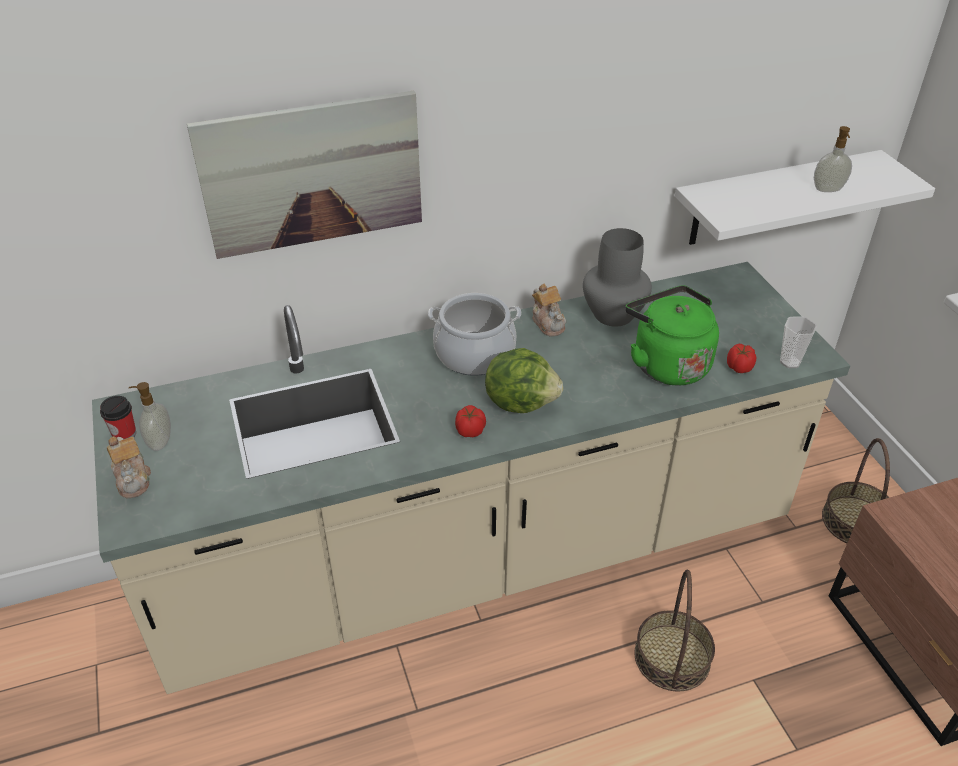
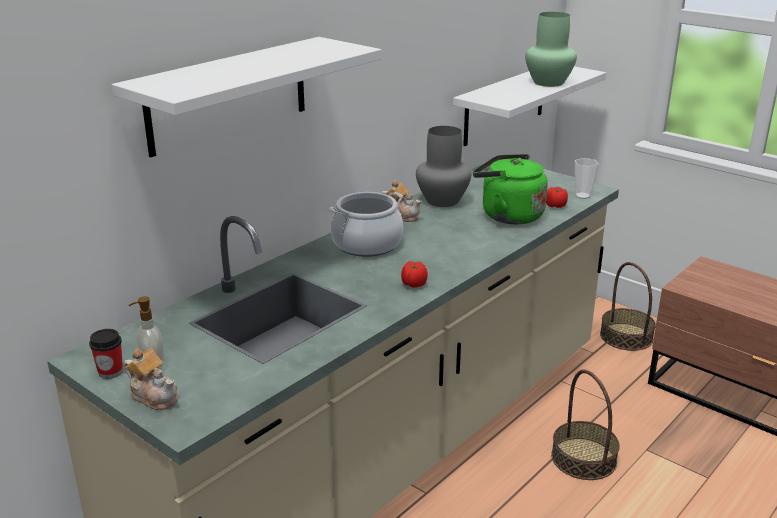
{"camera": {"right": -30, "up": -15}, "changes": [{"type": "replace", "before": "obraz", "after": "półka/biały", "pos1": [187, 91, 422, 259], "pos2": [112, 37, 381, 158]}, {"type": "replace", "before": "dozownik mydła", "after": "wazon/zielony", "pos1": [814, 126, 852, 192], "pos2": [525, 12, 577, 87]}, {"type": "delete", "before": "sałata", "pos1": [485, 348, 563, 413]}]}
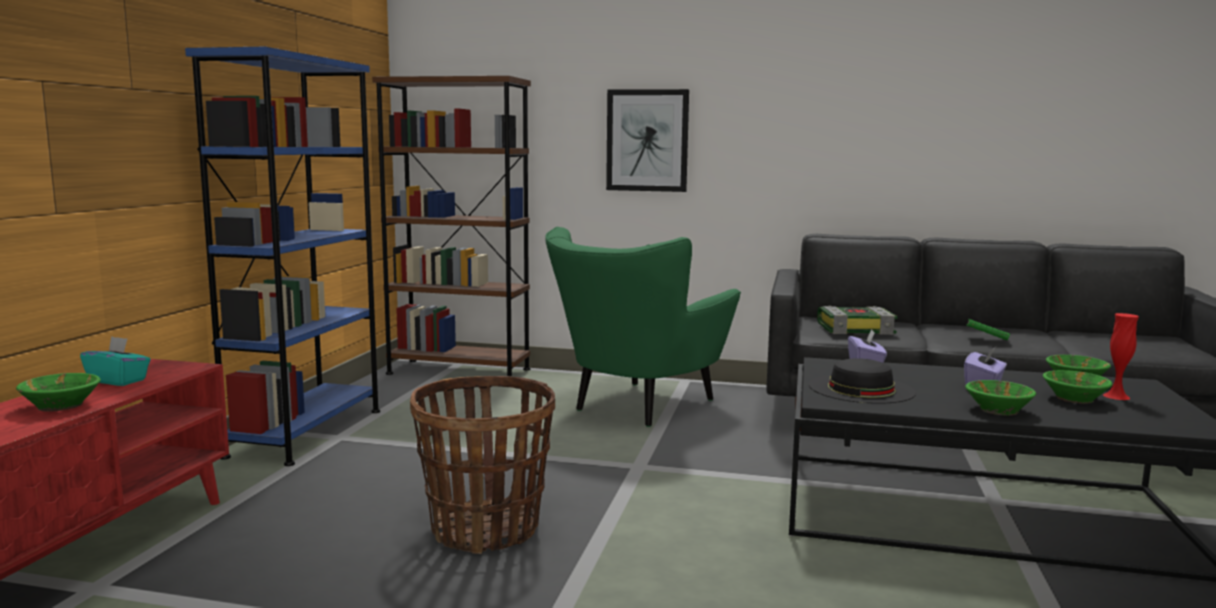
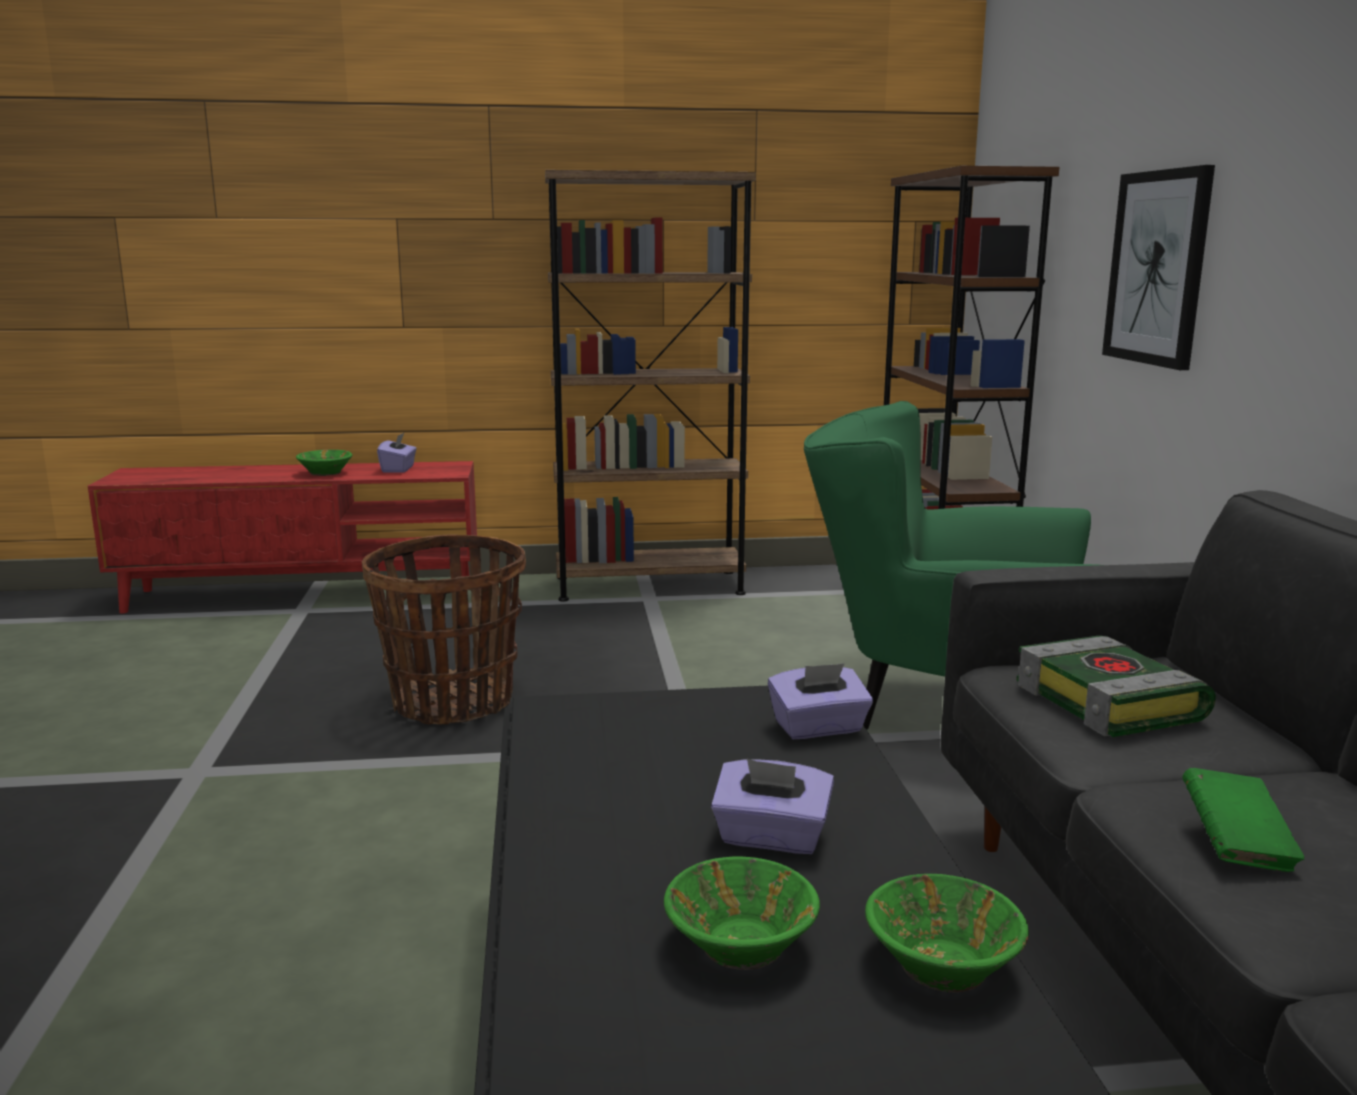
{"camera": {"right": 70, "up": 5}, "changes": [{"type": "recolor", "before": "regał/niebieski", "after": "regał/brązowy", "pos1": [185, 47, 380, 466], "pos2": [545, 170, 756, 601]}, {"type": "delete", "before": "wazon/czerwony", "pos1": [1103, 313, 1139, 400]}, {"type": "recolor", "before": "pudełko chusteczek/turkusowy", "after": "pudełko chusteczek/fioletowy", "pos1": [80, 336, 151, 386], "pos2": [377, 433, 417, 473]}, {"type": "delete", "before": "kapelusz/czarny", "pos1": [809, 358, 916, 404]}, {"type": "delete", "before": "miska/zielony", "pos1": [965, 380, 1036, 415]}]}
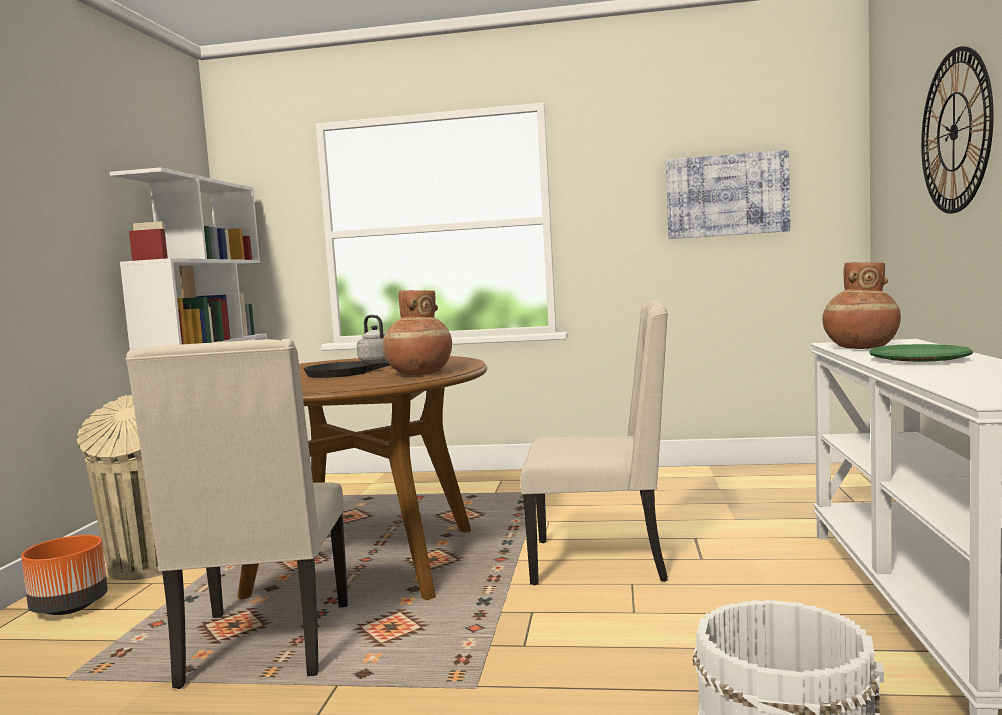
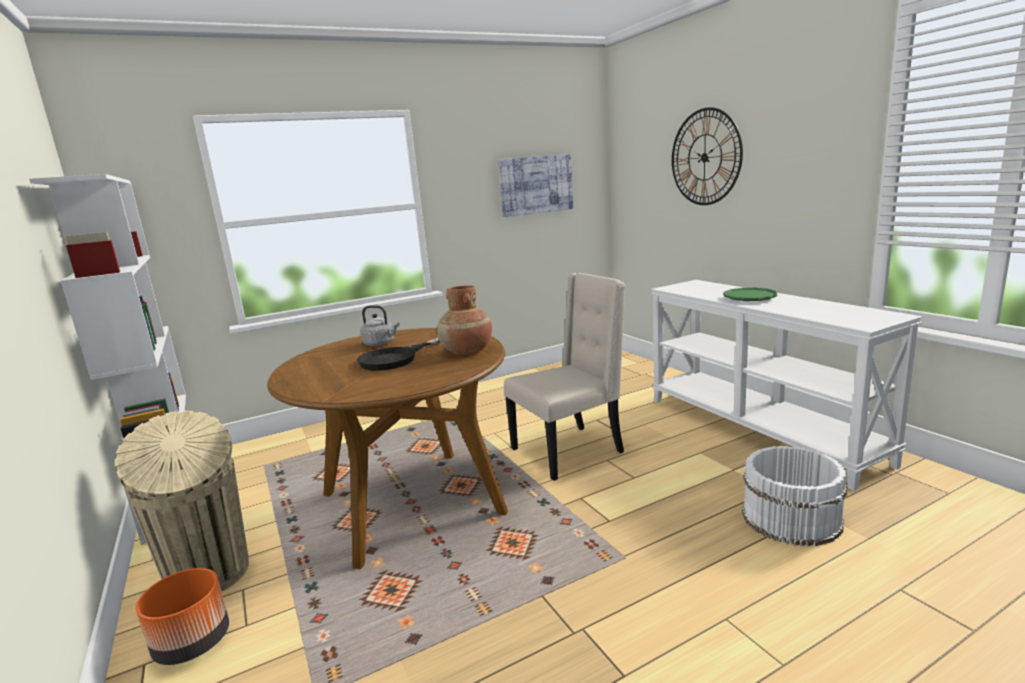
{"camera": {"right": -35, "up": 10}, "changes": [{"type": "delete", "before": "wazon/brązowy", "pos1": [822, 262, 901, 349]}, {"type": "delete", "before": "krzesło/beżowy", "pos1": [126, 339, 348, 689]}]}
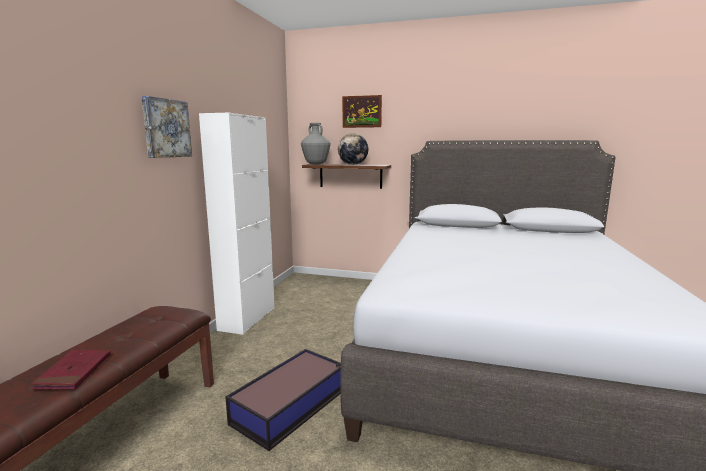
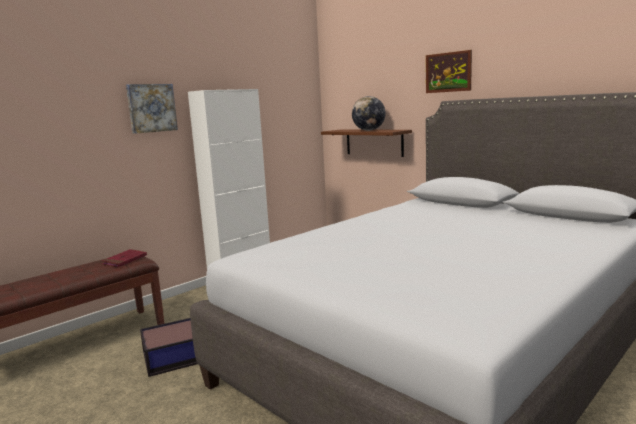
{"camera": {"right": 30, "up": 0}, "changes": [{"type": "move", "before": "obraz", "pos1": [342, 95, 382, 128], "pos2": [426, 50, 472, 93]}, {"type": "delete", "before": "wazon/szary", "pos1": [301, 123, 330, 165]}, {"type": "move", "before": "książka/czerwony", "pos1": [31, 350, 111, 390], "pos2": [102, 249, 147, 267]}]}
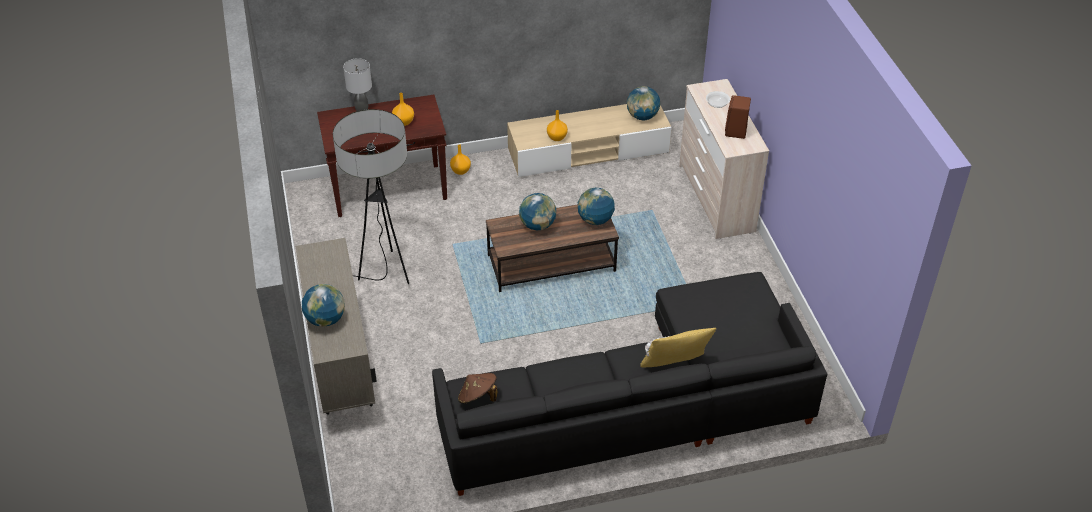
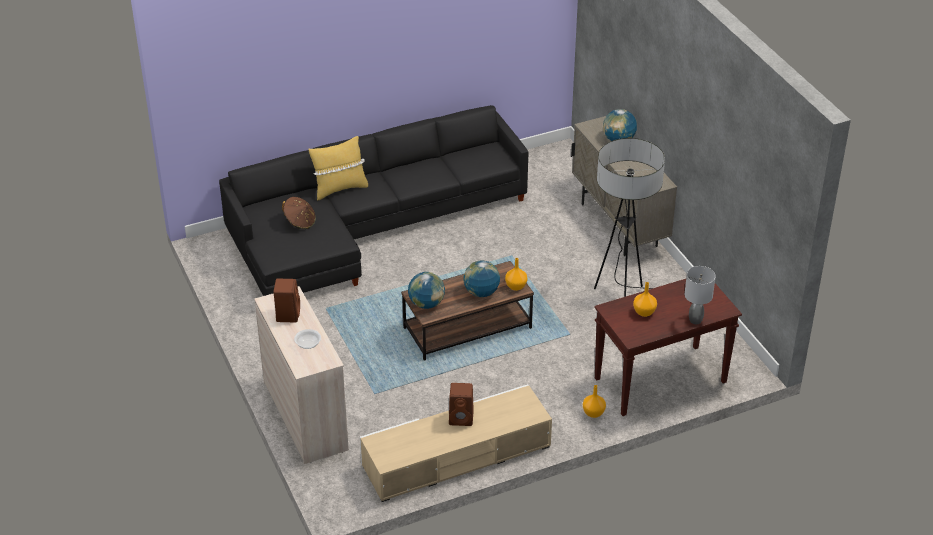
{"camera": {"right": 170, "up": -5}, "changes": [{"type": "delete", "before": "globus", "pos1": [627, 86, 660, 120]}, {"type": "move", "before": "wazon/pomarańczowy", "pos1": [547, 110, 568, 141], "pos2": [505, 258, 527, 291]}, {"type": "move", "before": "kapelusz/brązowy", "pos1": [458, 373, 497, 404], "pos2": [282, 197, 316, 229]}, {"type": "insert", "after": "głośnik/brązowy", "pos2": [449, 383, 474, 426]}]}
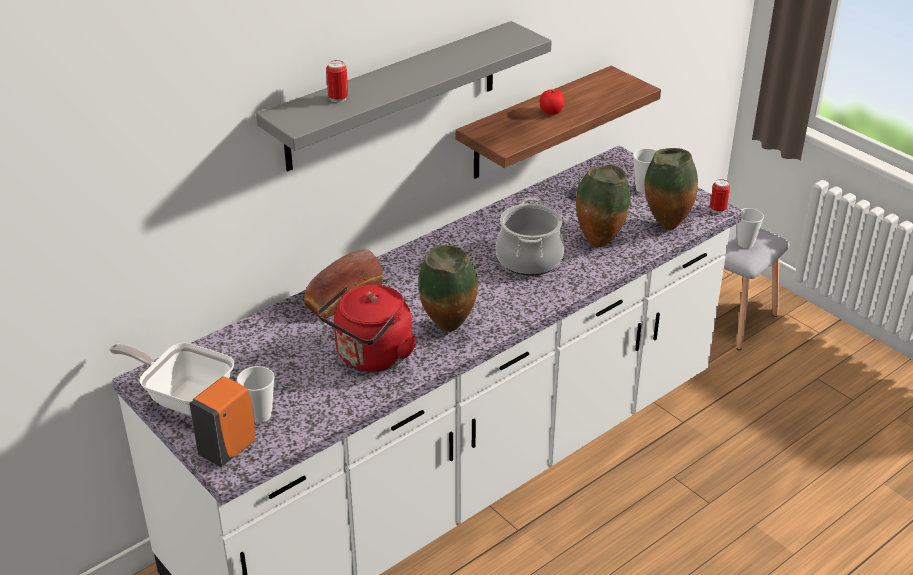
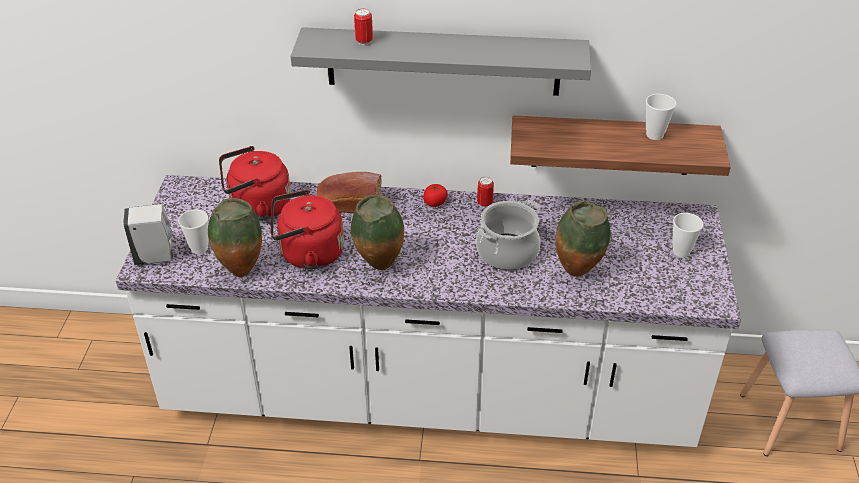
{"camera": {"right": 45, "up": 5}, "changes": [{"type": "move", "before": "pomidor", "pos1": [540, 90, 565, 115], "pos2": [423, 184, 448, 207]}, {"type": "move", "before": "wazon", "pos1": [644, 148, 698, 230], "pos2": [208, 198, 262, 277]}, {"type": "move", "before": "puszka", "pos1": [710, 179, 730, 213], "pos2": [477, 177, 494, 208]}, {"type": "move", "before": "filiżanka", "pos1": [738, 208, 764, 248], "pos2": [646, 94, 676, 140]}, {"type": "delete", "before": "patelnia", "pos1": [109, 343, 234, 416]}, {"type": "recolor", "before": "dozownik mydła/pomarańczowy", "after": "dozownik mydła/biały", "pos1": [189, 376, 255, 467], "pos2": [123, 204, 173, 265]}, {"type": "insert", "after": "czajnik/czerwony", "pos2": [219, 146, 291, 221]}]}
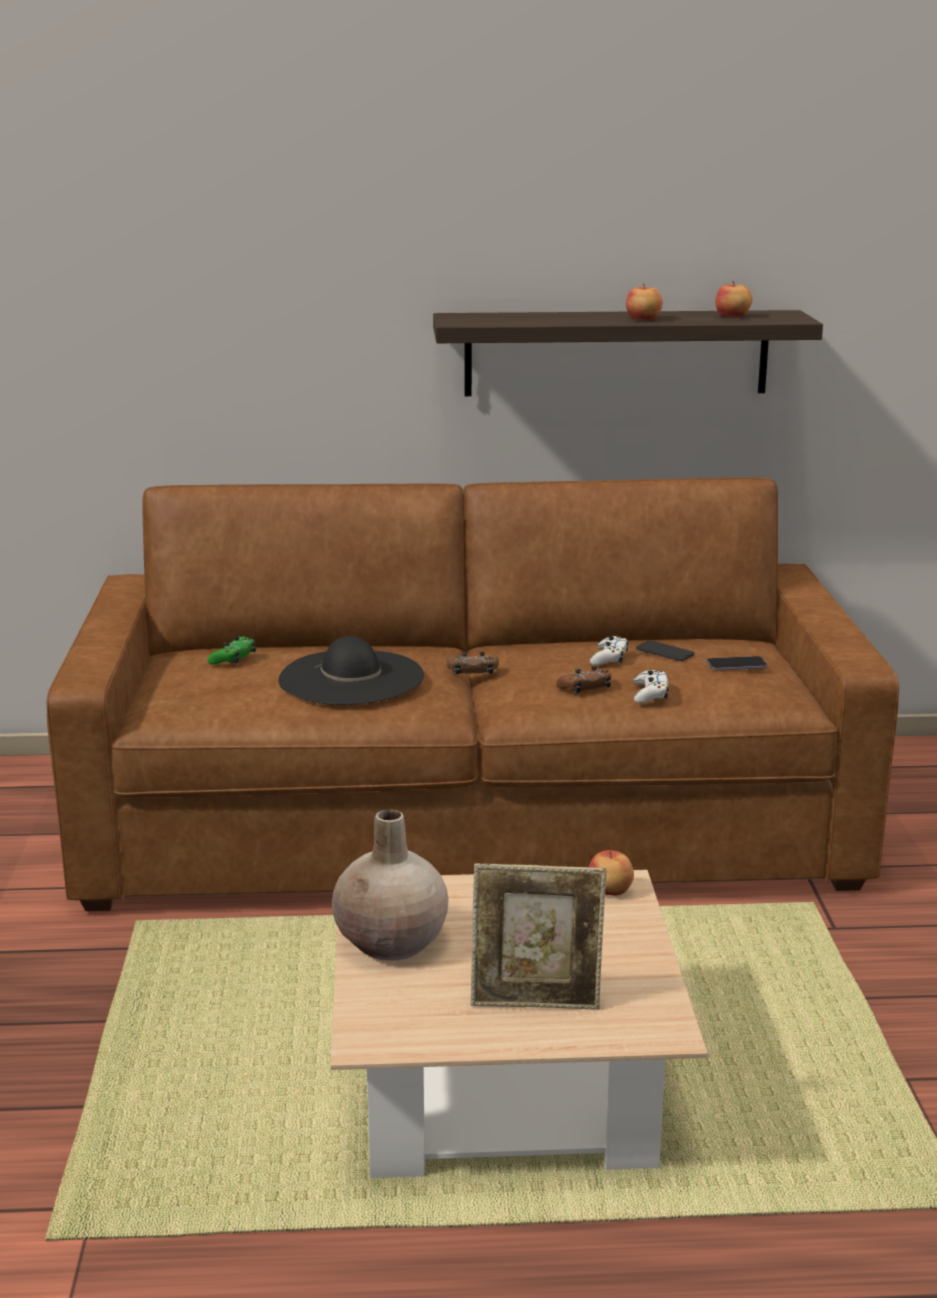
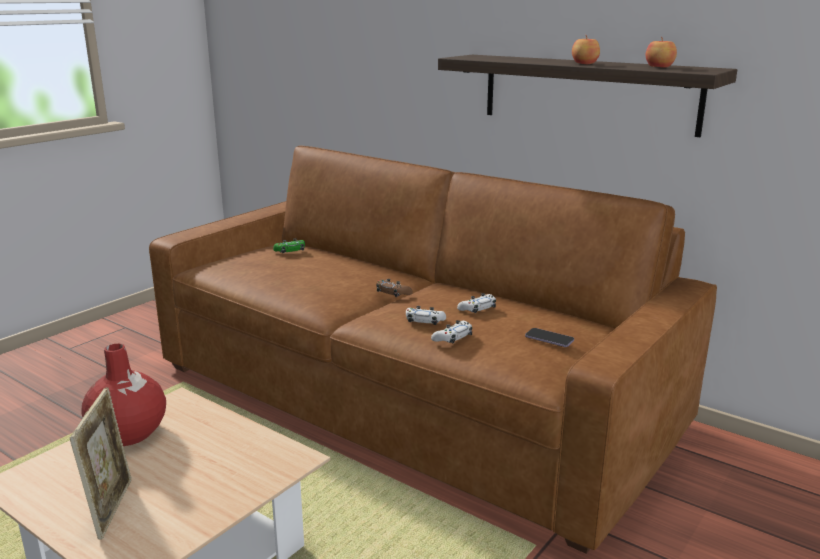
{"camera": {"right": 40, "up": 0}, "changes": [{"type": "delete", "before": "kapelusz/czarny", "pos1": [279, 636, 424, 705]}, {"type": "delete", "before": "telefon", "pos1": [636, 641, 695, 661]}, {"type": "recolor", "before": "pad do gier/brązowy", "after": "pad do gier/biały", "pos1": [556, 666, 611, 693], "pos2": [406, 306, 446, 325]}, {"type": "recolor", "before": "wazon/beżowy", "after": "wazon/czerwony", "pos1": [332, 809, 449, 960], "pos2": [81, 344, 166, 446]}, {"type": "delete", "before": "jabłko", "pos1": [589, 850, 634, 896]}, {"type": "rotate", "before": "ramka na zdjęcie", "pos1": [471, 863, 607, 1010], "pos2": [70, 387, 132, 540], "turn": -135}]}
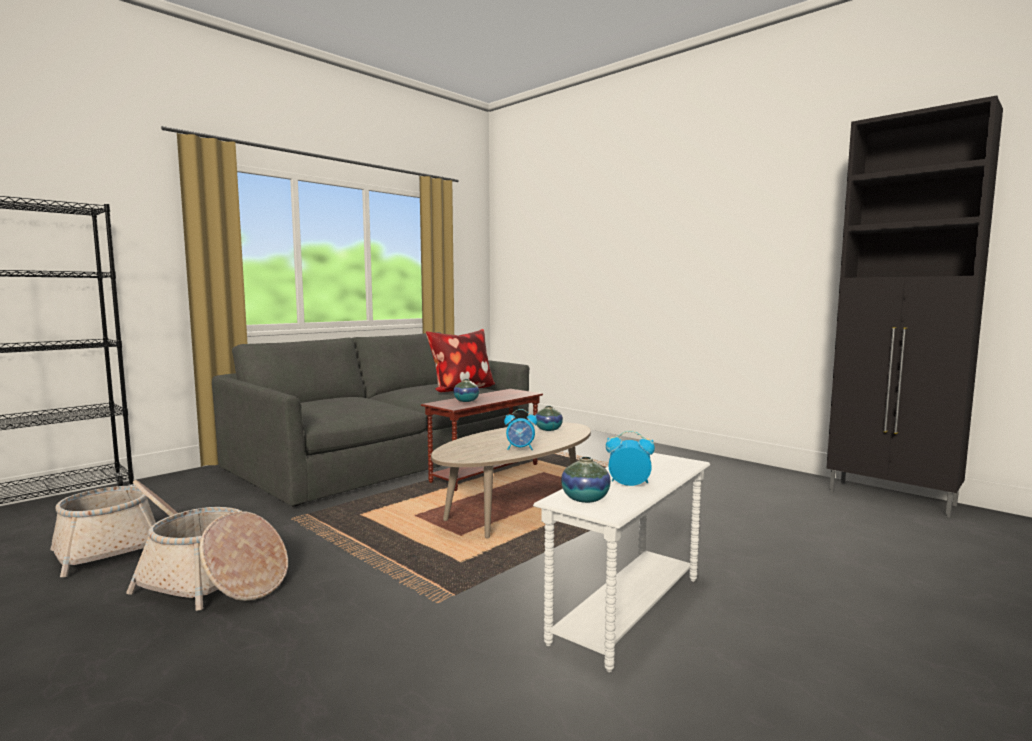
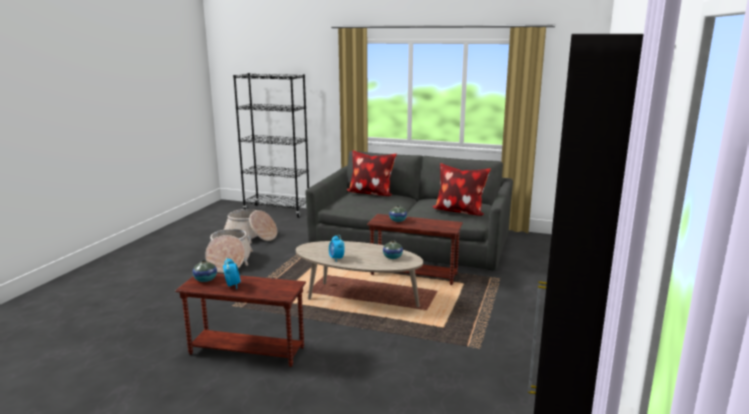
{"camera": {"right": 65, "up": 10}, "changes": [{"type": "recolor", "before": "stolik/biały", "after": "stolik/brązowy", "pos1": [533, 453, 710, 672], "pos2": [175, 273, 306, 367]}, {"type": "insert", "after": "poduszka", "pos2": [346, 150, 397, 196]}]}
